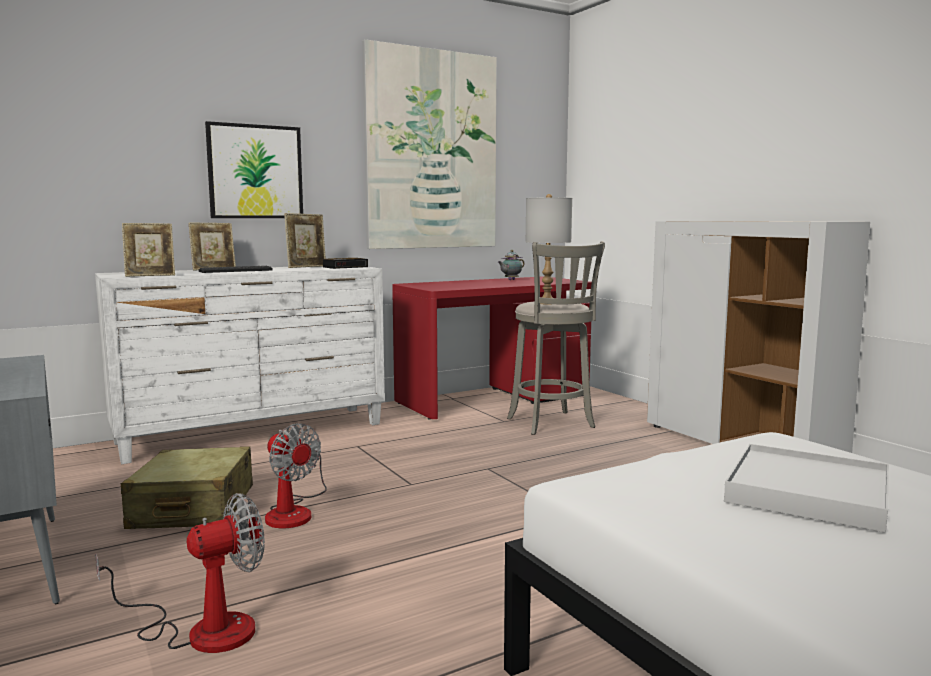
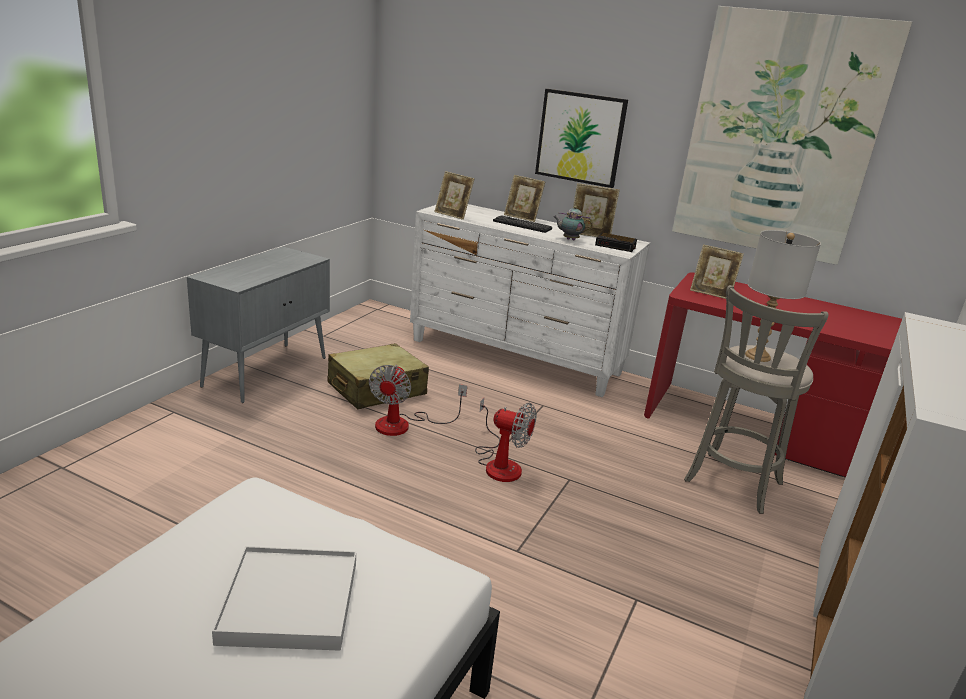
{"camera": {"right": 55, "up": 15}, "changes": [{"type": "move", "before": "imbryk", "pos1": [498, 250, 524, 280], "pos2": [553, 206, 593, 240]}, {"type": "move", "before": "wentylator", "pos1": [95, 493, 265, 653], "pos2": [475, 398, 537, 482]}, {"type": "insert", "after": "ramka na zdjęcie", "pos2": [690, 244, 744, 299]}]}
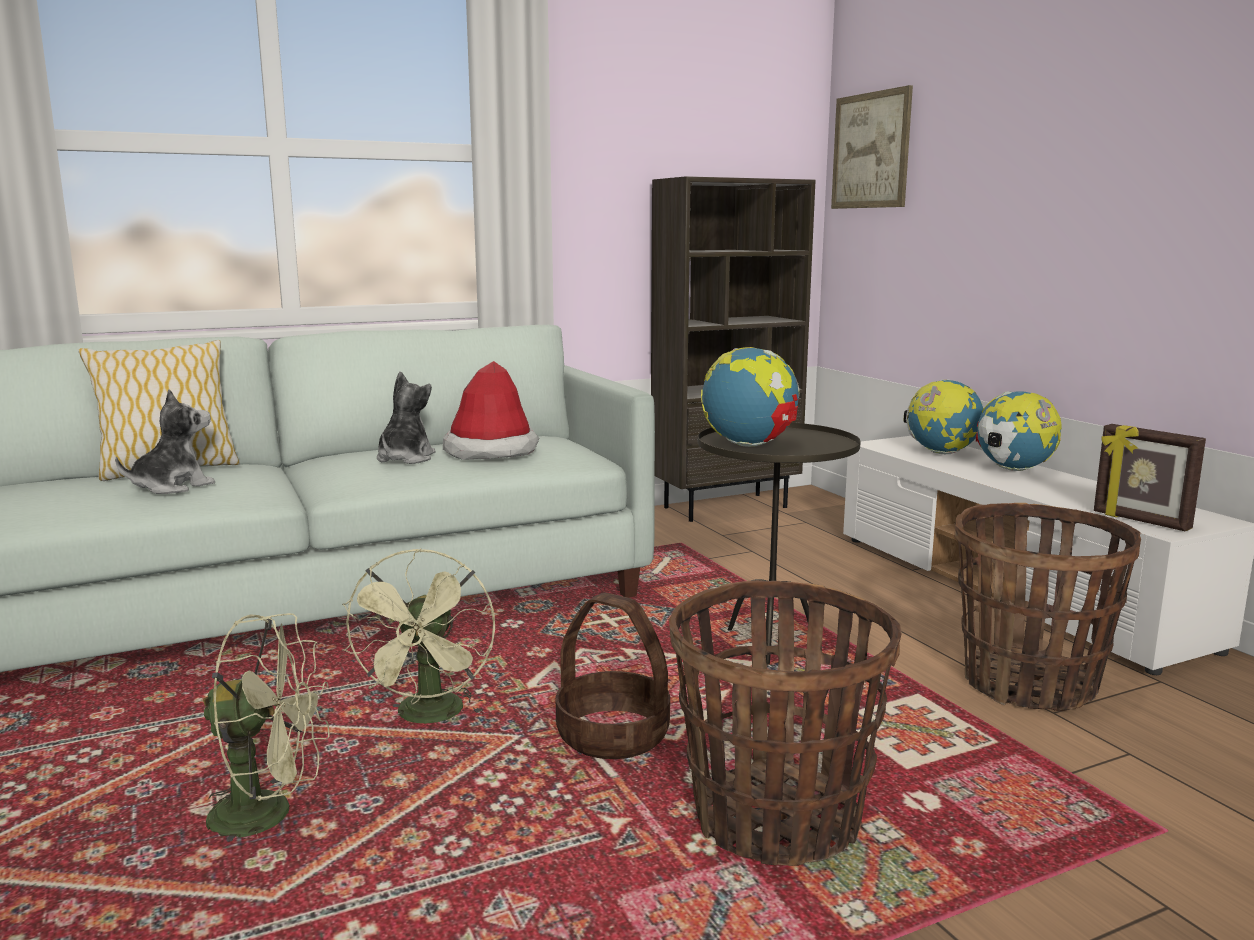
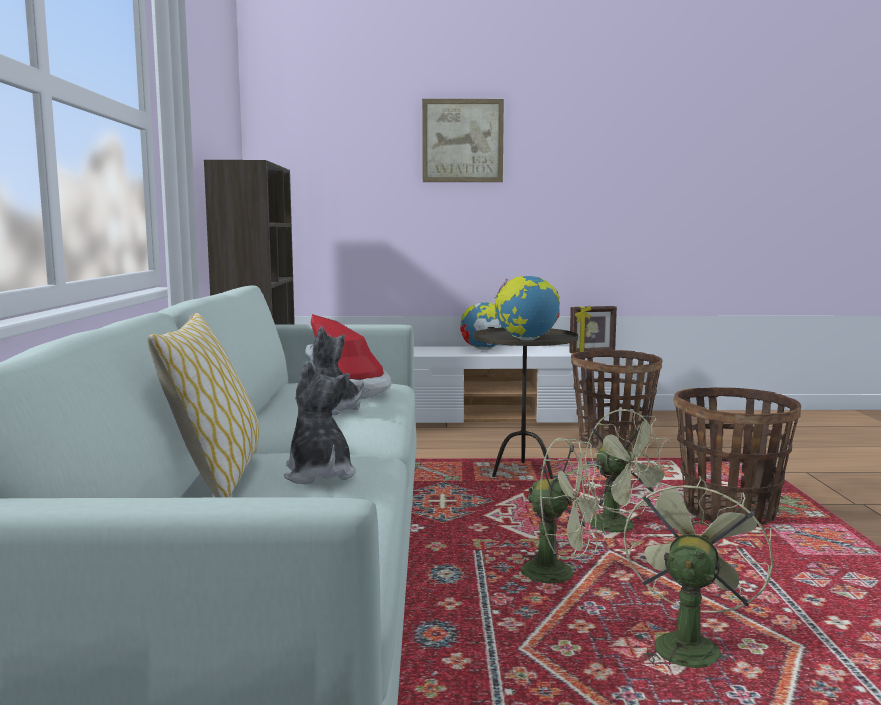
{"camera": {"right": -65, "up": -5}, "changes": [{"type": "move", "before": "obraz", "pos1": [831, 85, 913, 209], "pos2": [422, 99, 504, 182]}, {"type": "delete", "before": "globus", "pos1": [904, 379, 983, 454]}, {"type": "replace", "before": "koszyk", "after": "wentylator/zielony", "pos1": [556, 593, 670, 759], "pos2": [585, 409, 673, 532]}]}
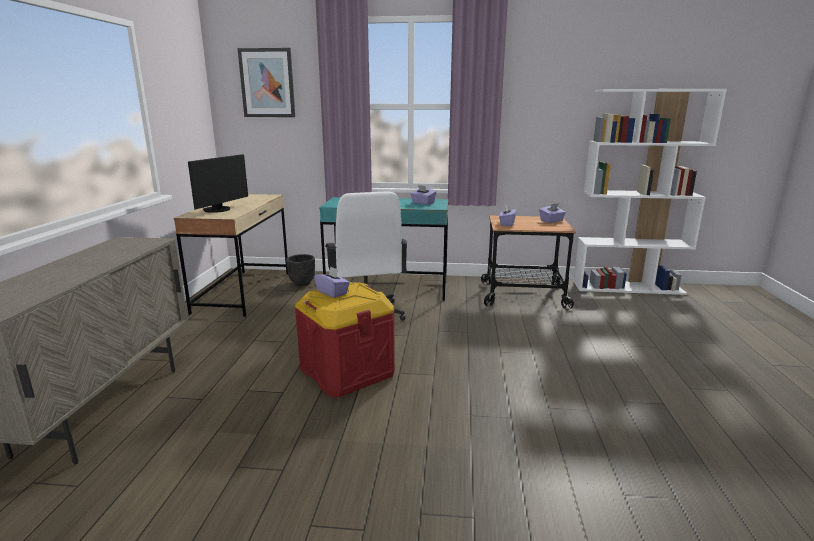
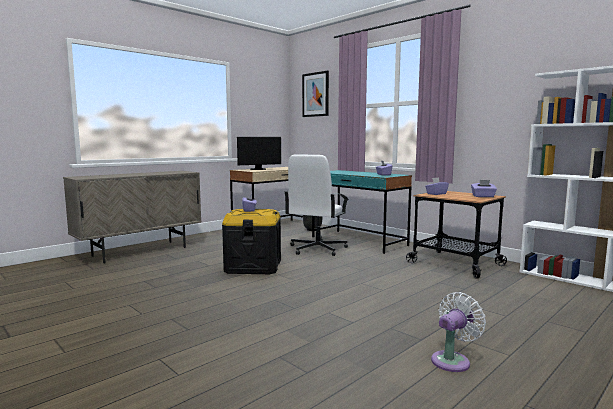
{"camera": {"right": 40, "up": -10}, "changes": [{"type": "recolor", "before": "pojemnik do przechowywania/czerwony", "after": "pojemnik do przechowywania/czarny", "pos1": [295, 282, 395, 397], "pos2": [222, 209, 281, 274]}, {"type": "insert", "after": "wentylator/biały", "pos2": [431, 292, 486, 372]}]}
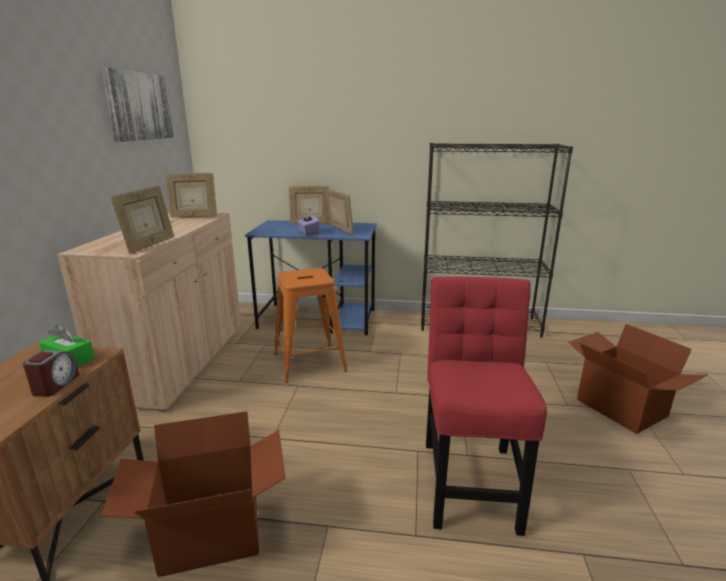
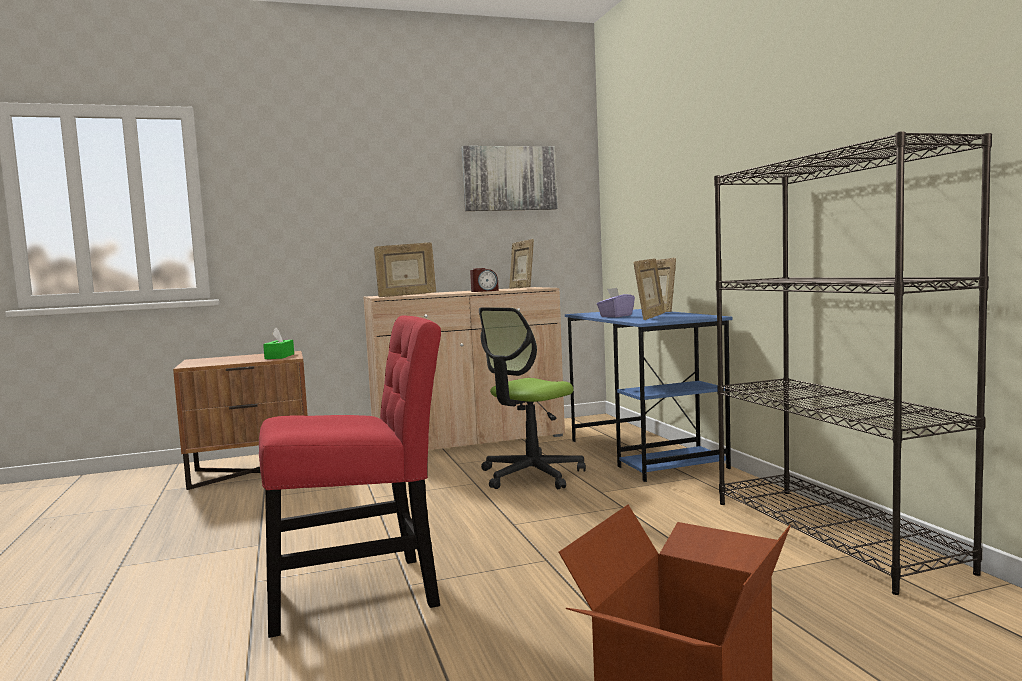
{"camera": {"right": 65, "up": -15}, "changes": [{"type": "replace", "before": "stołek/pomarańczowy", "after": "krzesło biurowe", "pos1": [274, 268, 348, 383], "pos2": [479, 307, 586, 489]}, {"type": "move", "before": "budzik", "pos1": [23, 350, 79, 397], "pos2": [470, 268, 499, 292]}, {"type": "delete", "before": "karton", "pos1": [101, 411, 286, 577]}]}
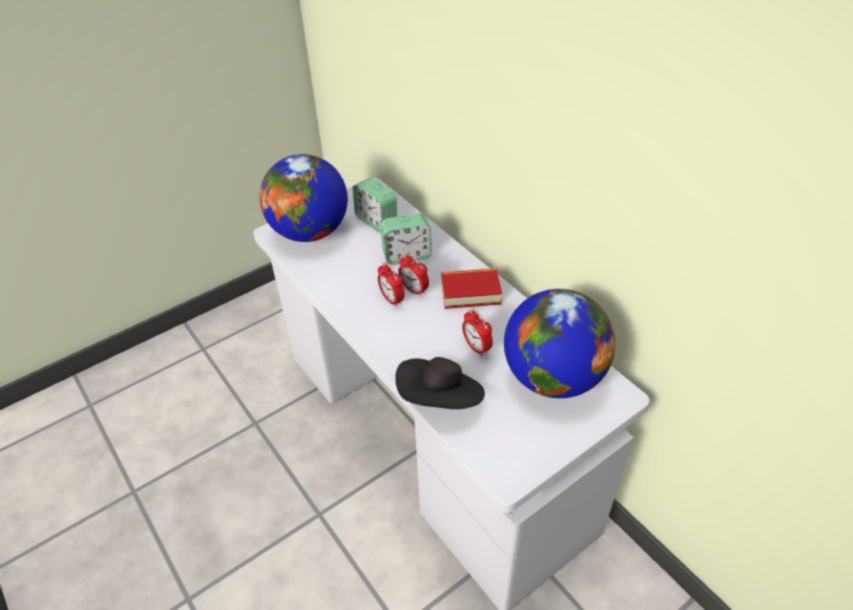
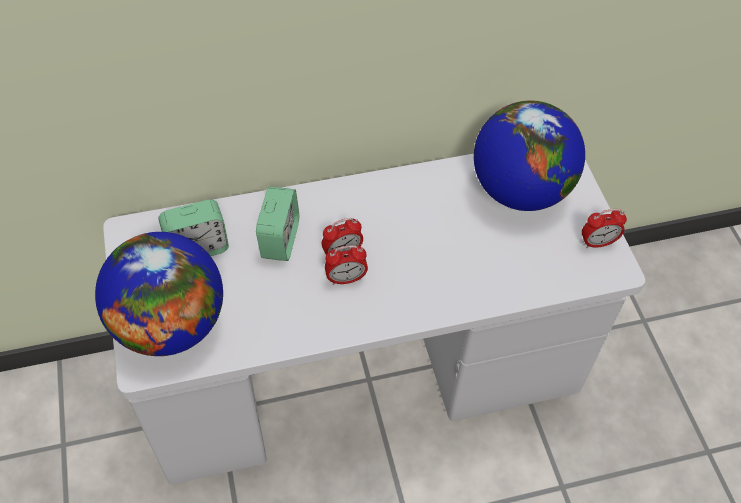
{"camera": {"right": -70, "up": 10}, "changes": [{"type": "delete", "before": "książka", "pos1": [441, 268, 502, 309]}, {"type": "move", "before": "budzik", "pos1": [462, 309, 493, 356], "pos2": [582, 209, 627, 248]}, {"type": "delete", "before": "kapelusz/czarny", "pos1": [395, 357, 485, 409]}]}
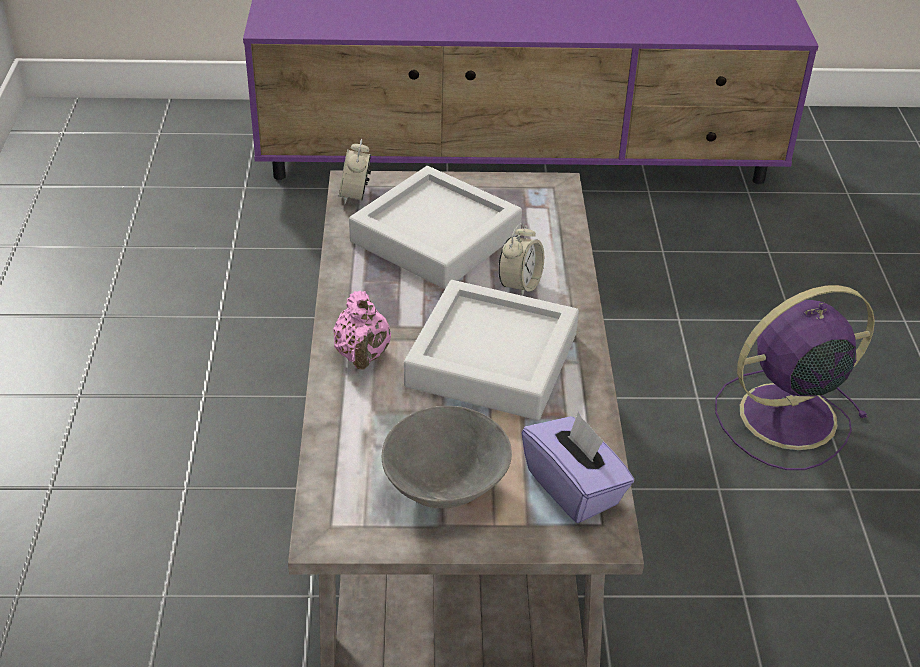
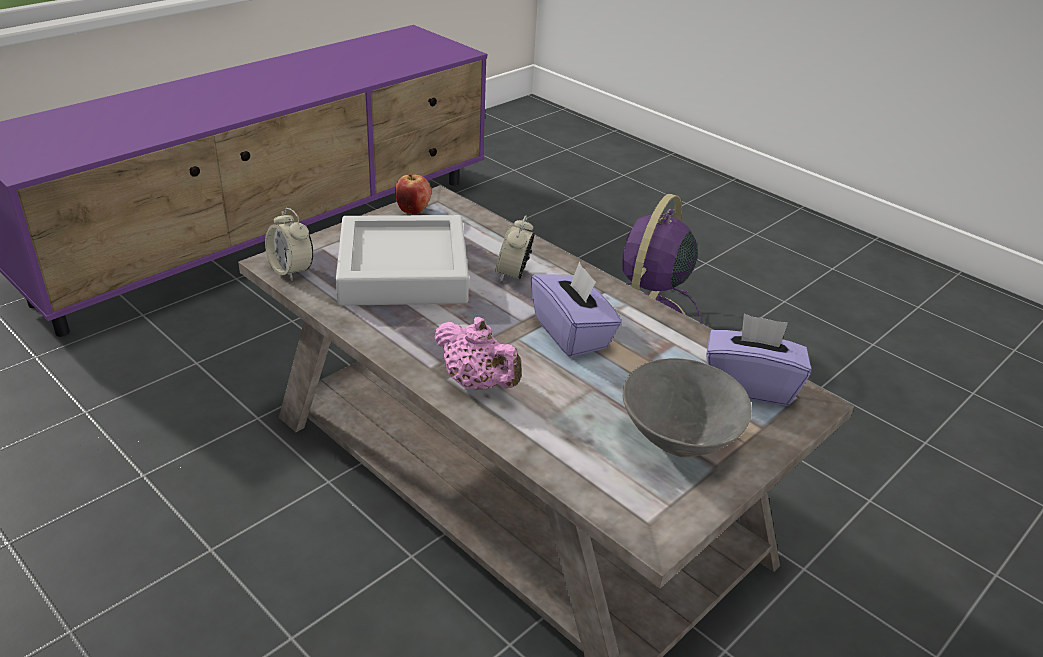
{"camera": {"right": -45, "up": -5}, "changes": [{"type": "rotate", "before": "budzik", "pos1": [498, 223, 544, 296], "pos2": [495, 215, 535, 281], "turn": -150}, {"type": "replace", "before": "taca/szary", "after": "pudełko chusteczek/fioletowy", "pos1": [404, 280, 579, 420], "pos2": [531, 262, 622, 357]}, {"type": "insert", "after": "jabłko", "pos2": [395, 174, 431, 214]}]}
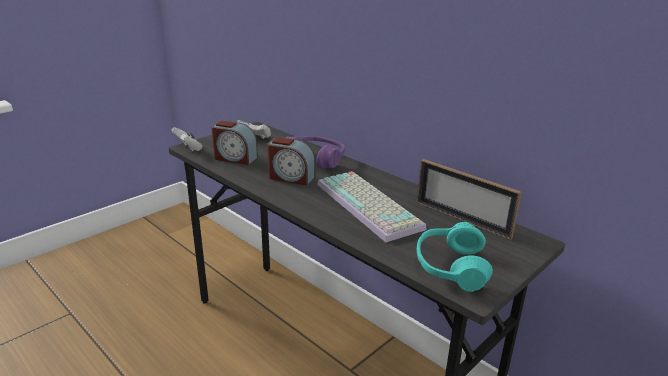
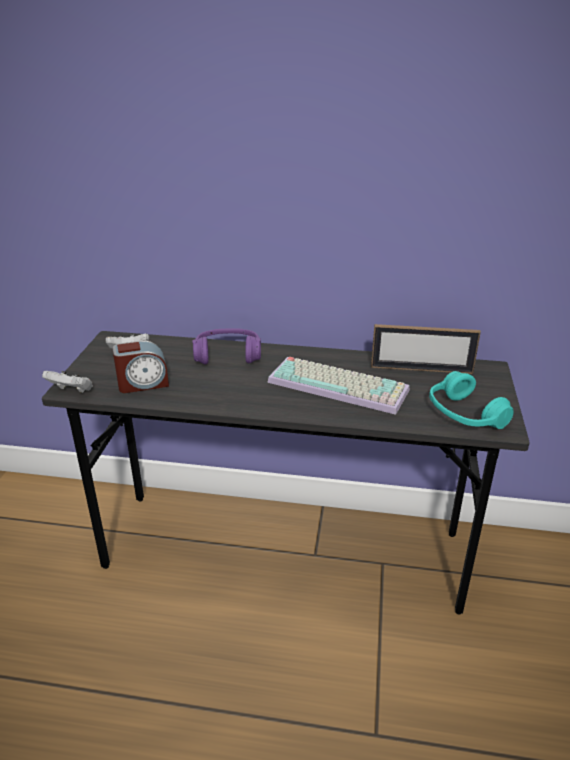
{"camera": {"right": -35, "up": 5}, "changes": [{"type": "delete", "before": "budzik", "pos1": [267, 137, 315, 185]}]}
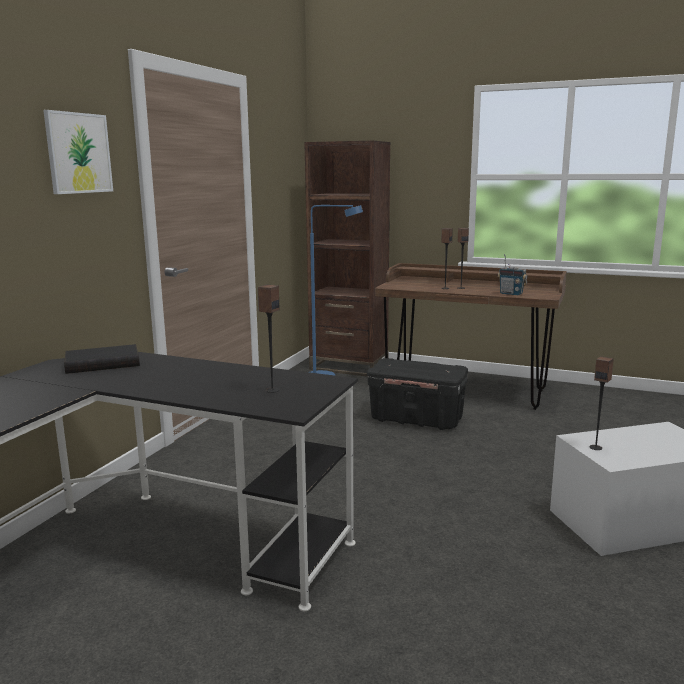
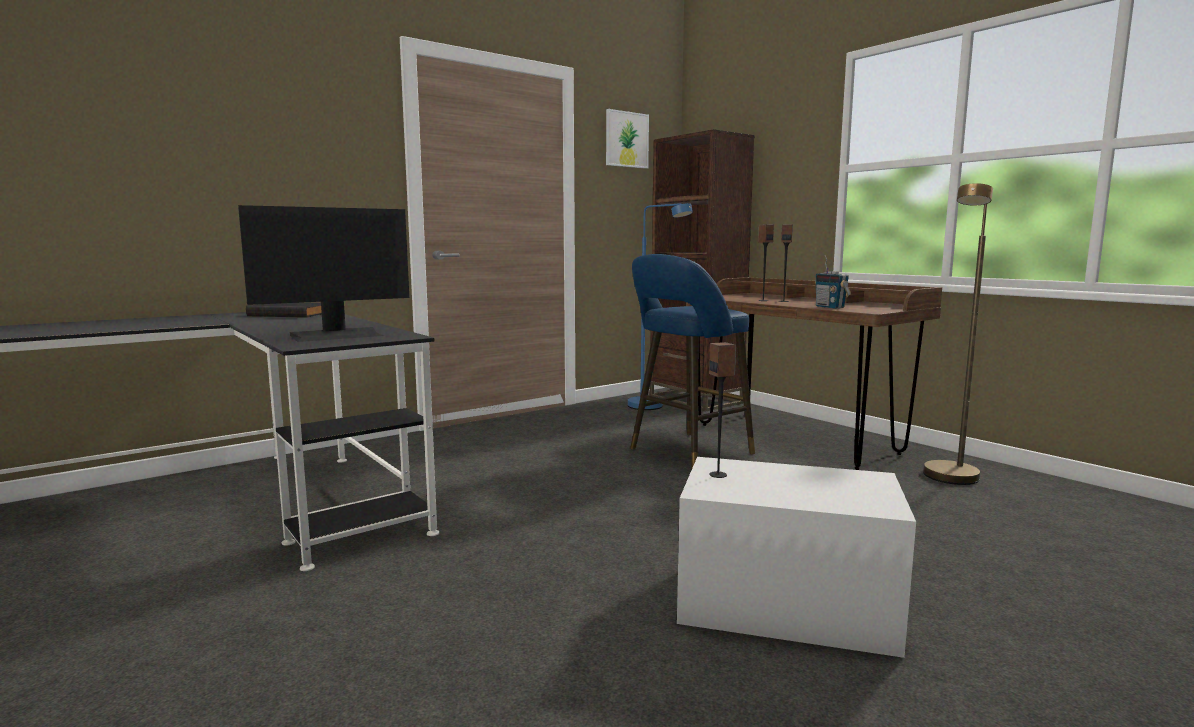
{"camera": {"right": 30, "up": -5}, "changes": [{"type": "move", "before": "obraz", "pos1": [43, 110, 113, 194], "pos2": [606, 109, 649, 169]}, {"type": "replace", "before": "głośnik", "after": "monitor", "pos1": [258, 285, 280, 393], "pos2": [238, 205, 409, 342]}, {"type": "replace", "before": "pojemnik do przechowywania/czarny", "after": "stołek/niebieski", "pos1": [367, 358, 468, 430], "pos2": [630, 254, 755, 470]}, {"type": "insert", "after": "lampa stojąca/brązowy", "pos2": [923, 183, 993, 485]}]}
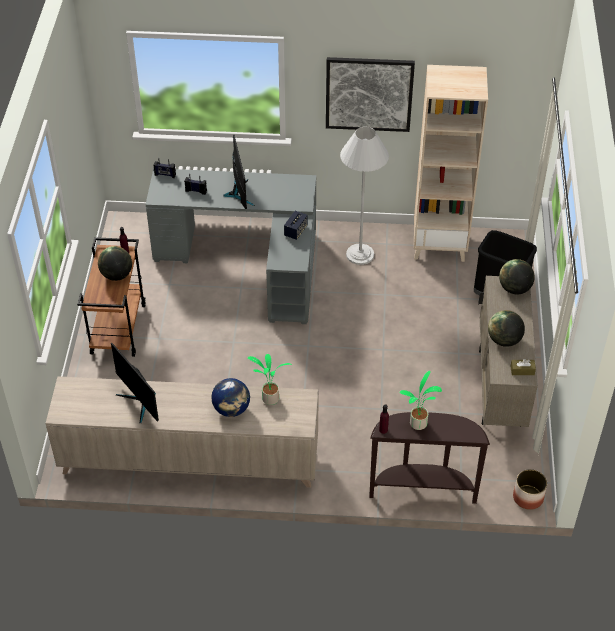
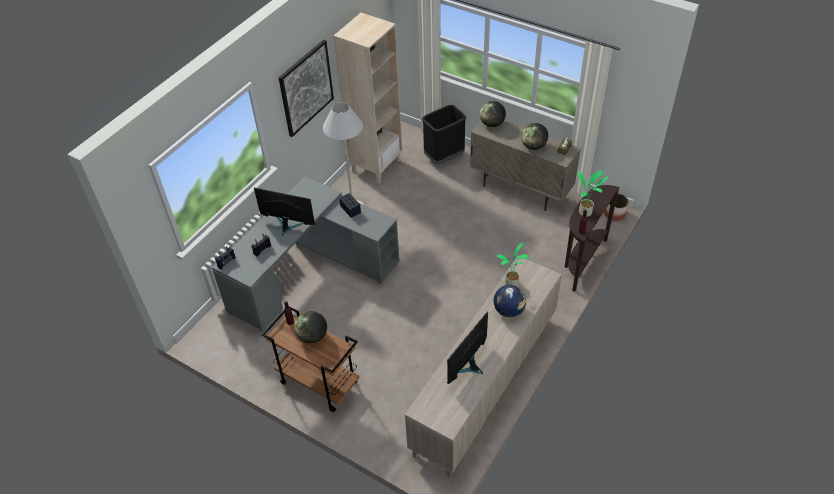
{"camera": {"right": -60, "up": 0}, "changes": [{"type": "rotate", "before": "monitor", "pos1": [111, 343, 159, 424], "pos2": [447, 312, 488, 384], "turn": 135}]}
